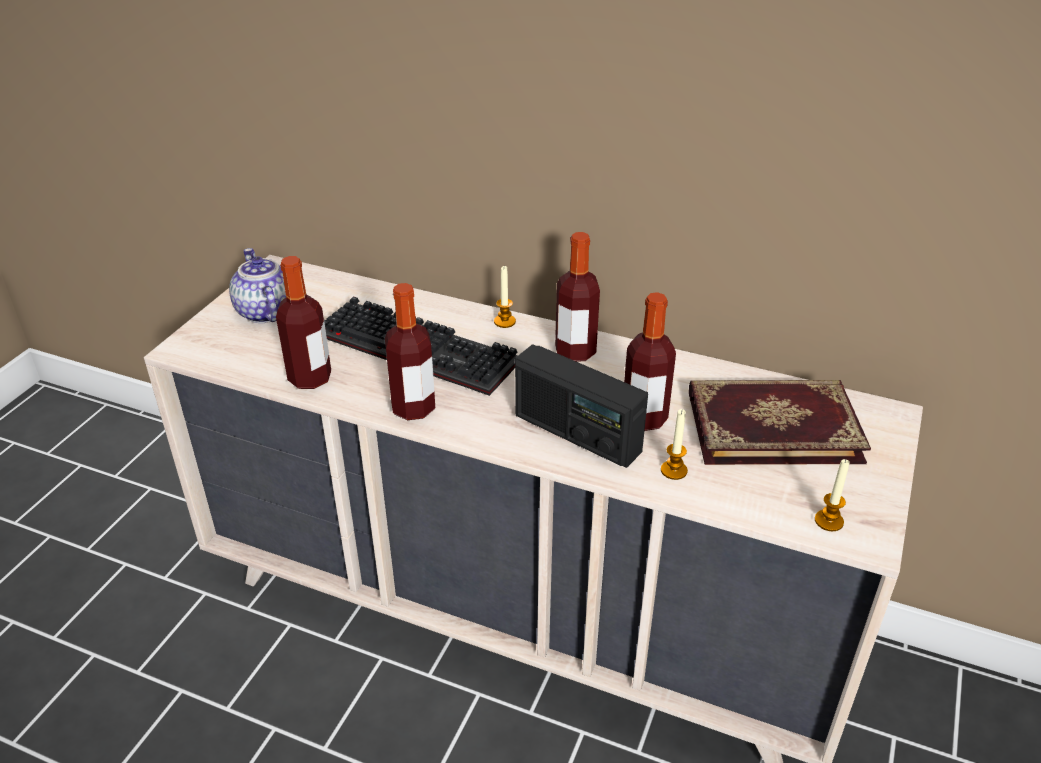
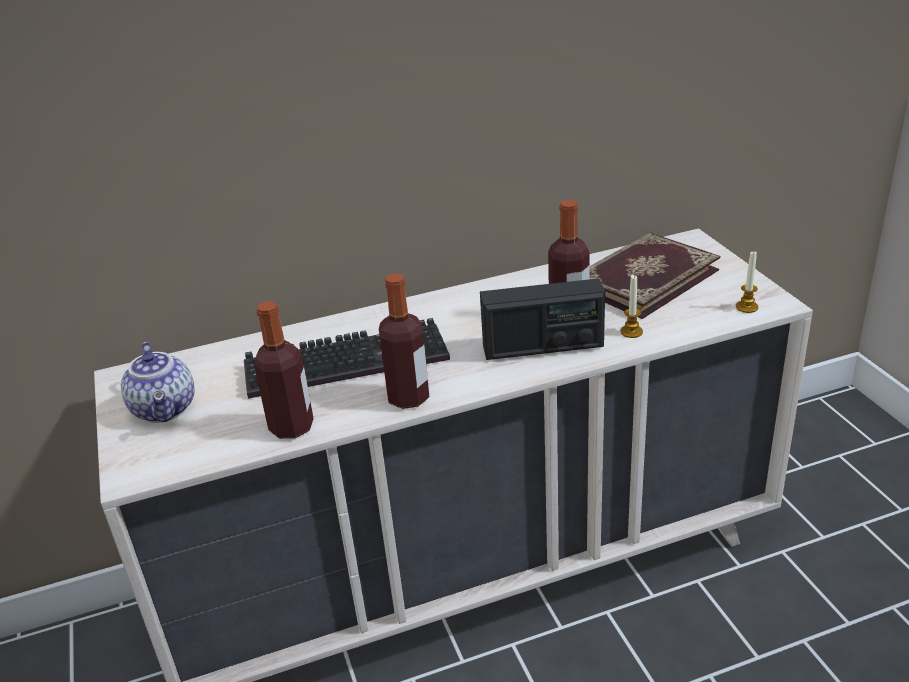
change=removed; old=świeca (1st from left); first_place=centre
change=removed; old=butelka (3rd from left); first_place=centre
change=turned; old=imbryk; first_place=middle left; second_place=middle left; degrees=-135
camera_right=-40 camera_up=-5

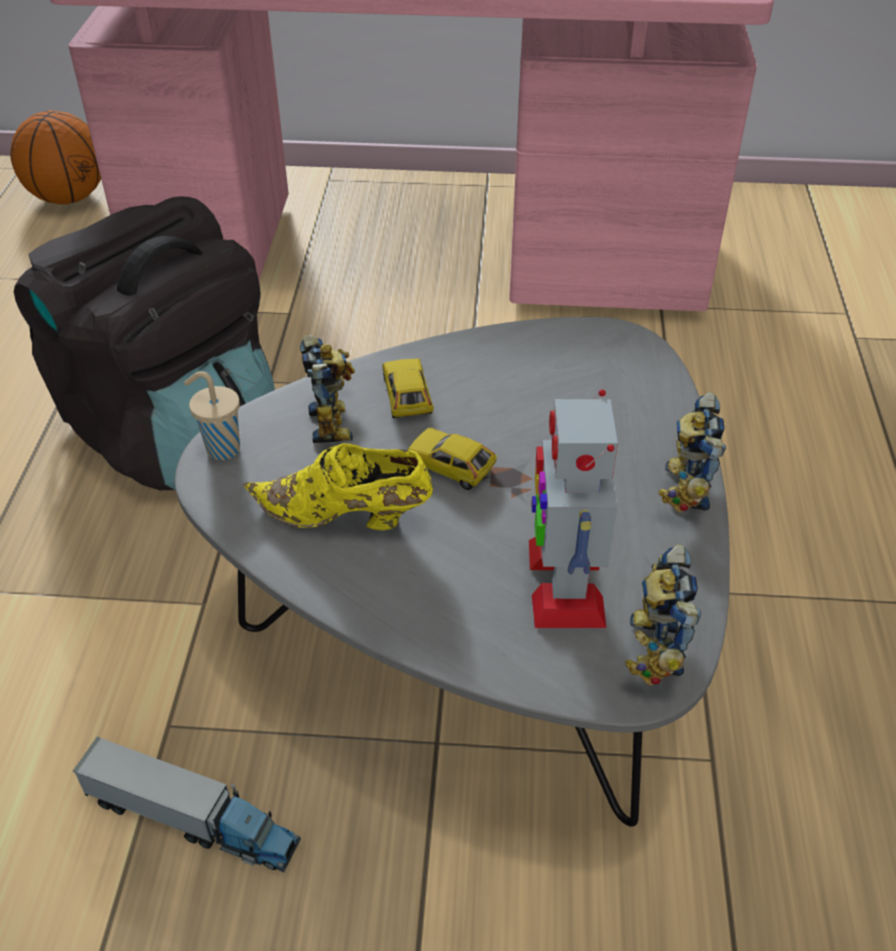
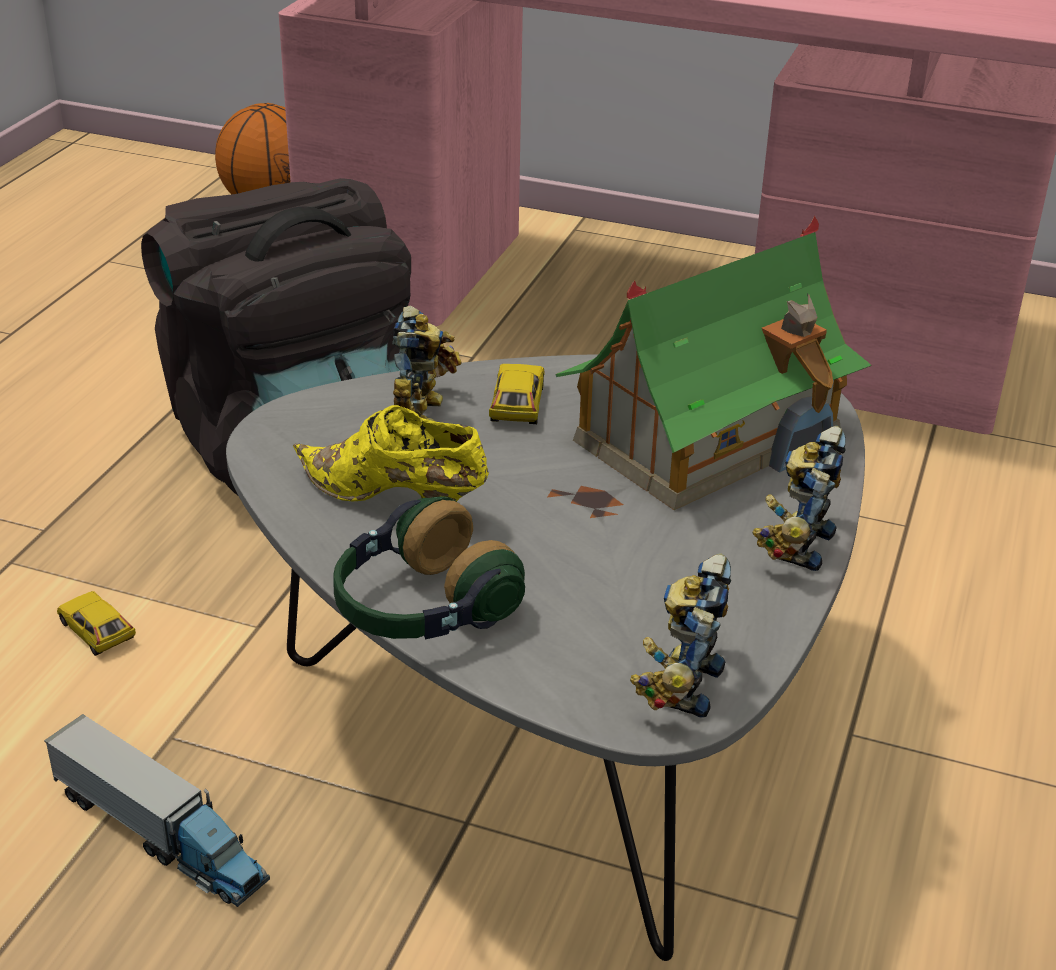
change=removed; old=filiżanka (beżowy); first_place=middle left
change=removed; old=robot zabawkowy (2nd from left); first_place=centre
change=added; new=słuchawki; second_place=centre
change=added; new=domek; second_place=middle right
change=moved; old=samochodzik (2nd from left in the first image); new=samochodzik (1st from left); first_place=centre; second_place=middle left
camera_right=15 camera_up=-10

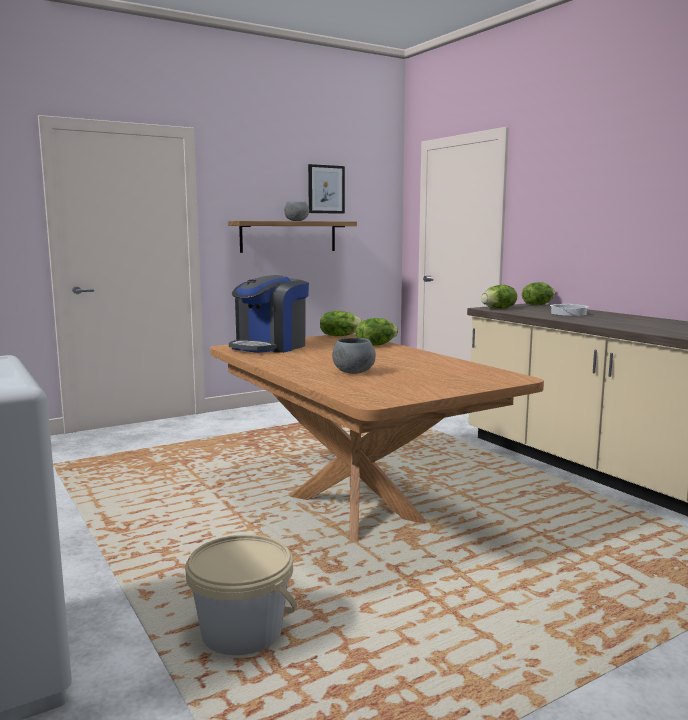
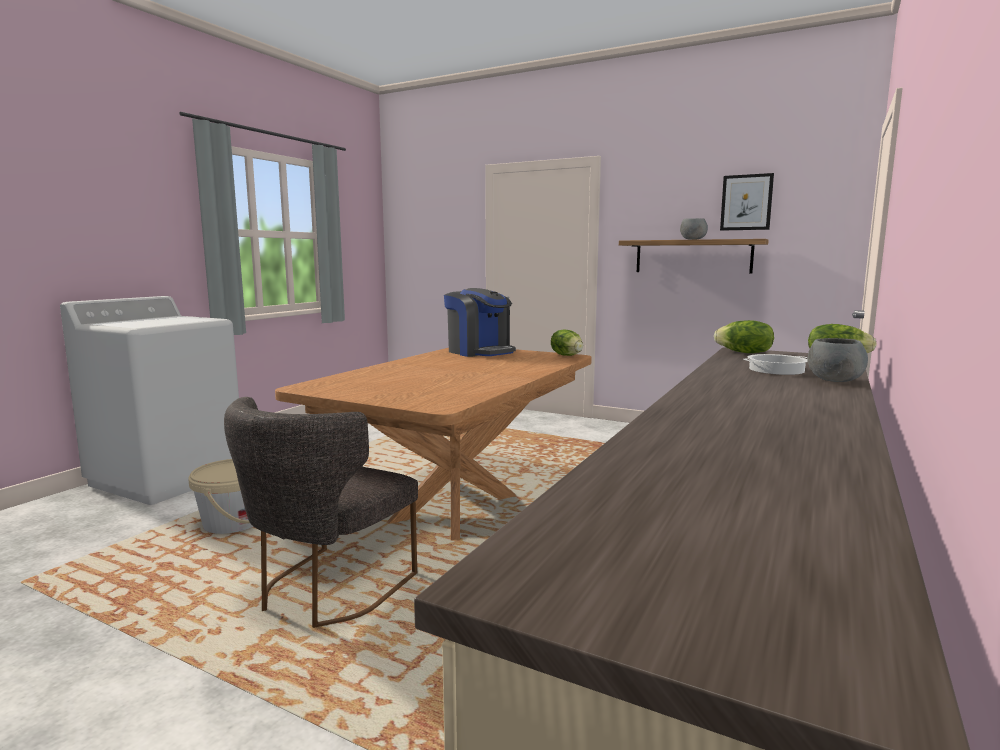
change=removed; old=sałata (2nd from left); first_place=centre
change=added; new=krzesło (szary); second_place=bottom left
change=moved; old=miska (szary) (2nd from left); first_place=centre; second_place=middle right
change=turned; old=ekspres do kawy; first_place=centre; second_place=centre; degrees=-135
camera_right=60 camera_up=0

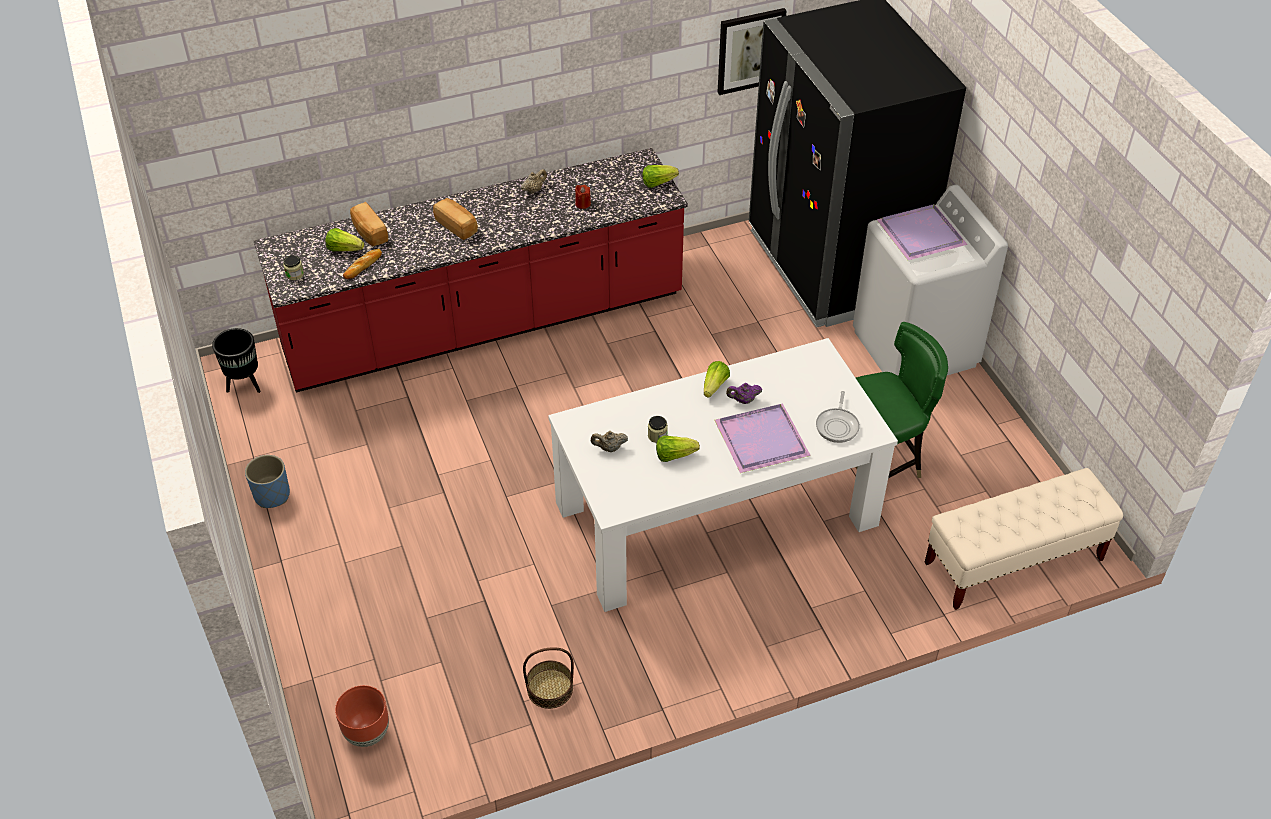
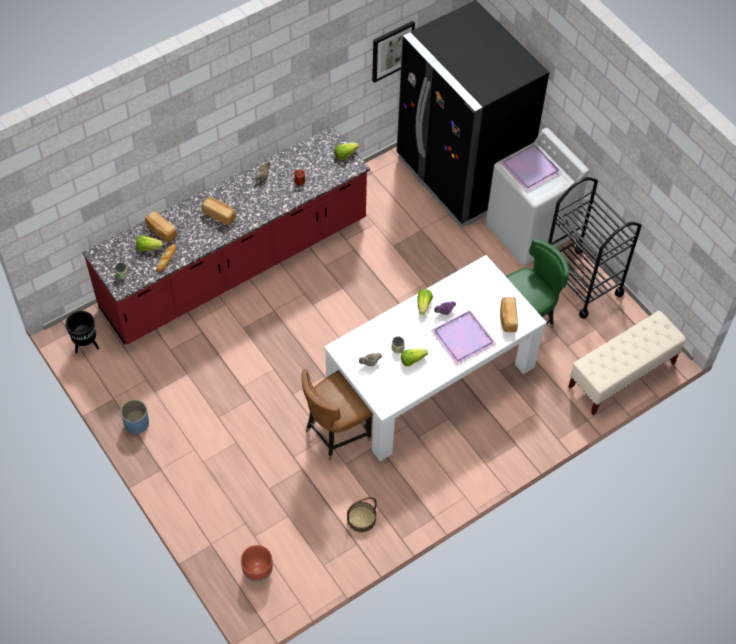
change=added; new=krzesło (brązowy); second_place=centre
change=added; new=wózek (czarny); second_place=middle right
change=replaced; old=patelnia; new=chleb (4th from left); first_place=centre; second_place=middle right
camera_right=-15 camera_up=10

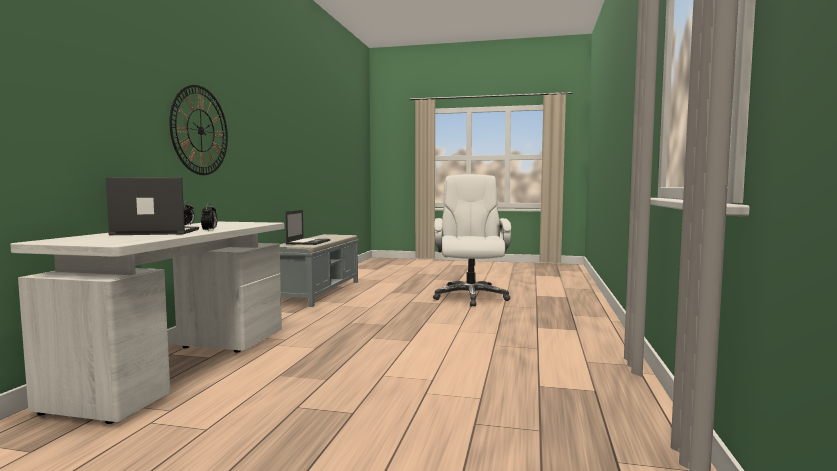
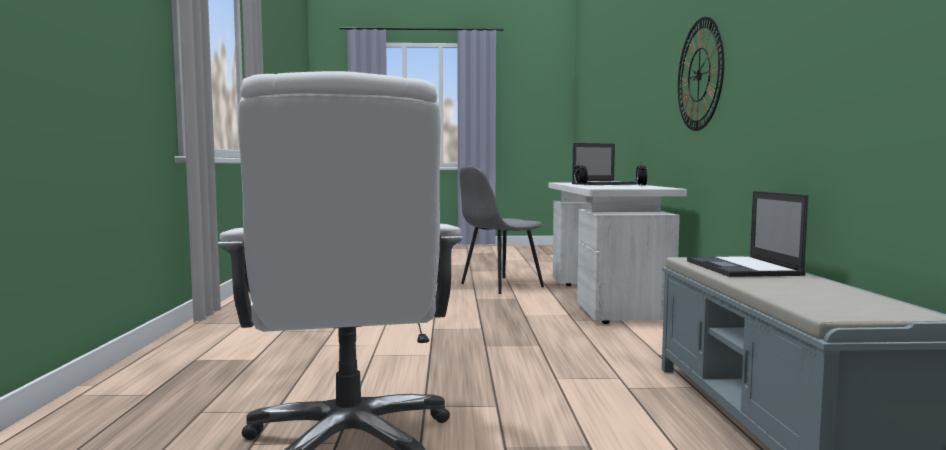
change=added; new=krzesło (szary); second_place=centre
camera_right=165 camera_up=0

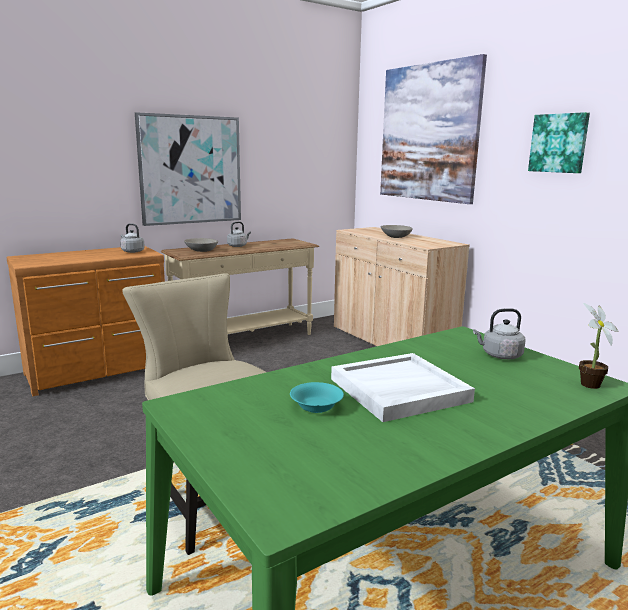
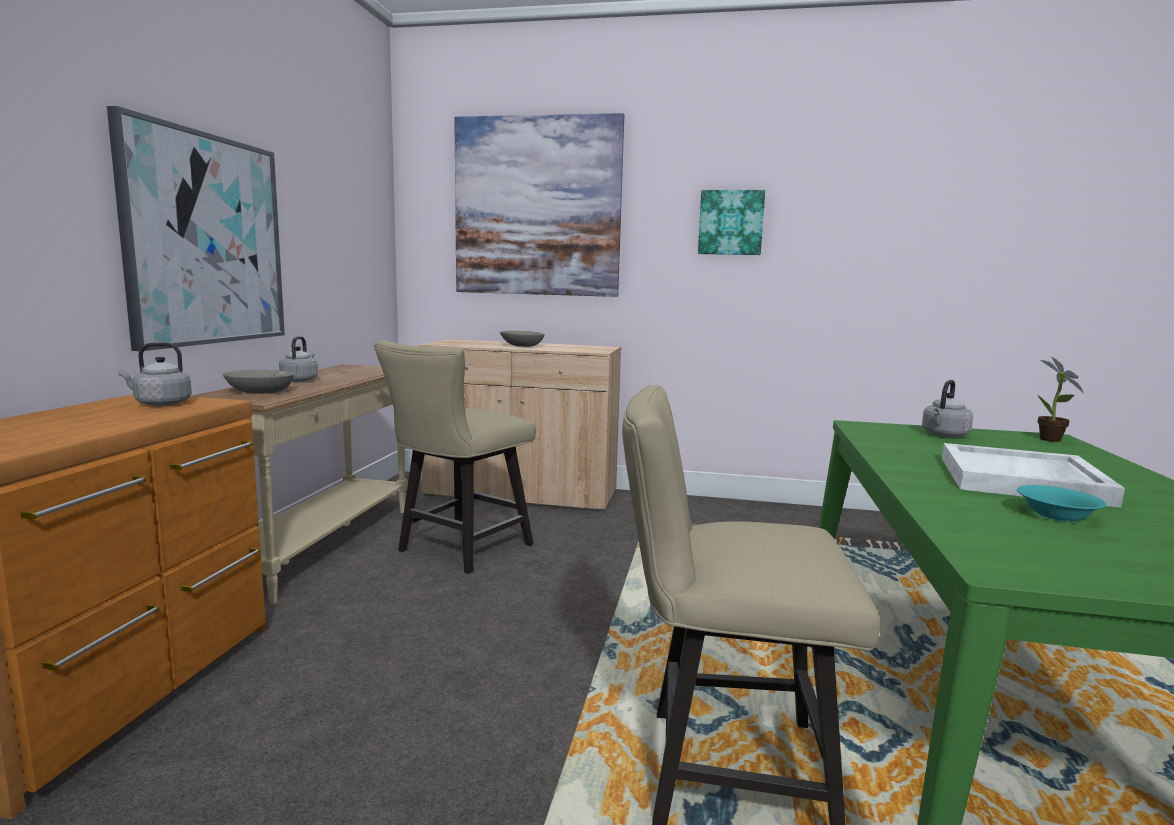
change=added; new=krzesło (beżowy) (1st from left); second_place=centre
camera_right=-45 camera_up=-5

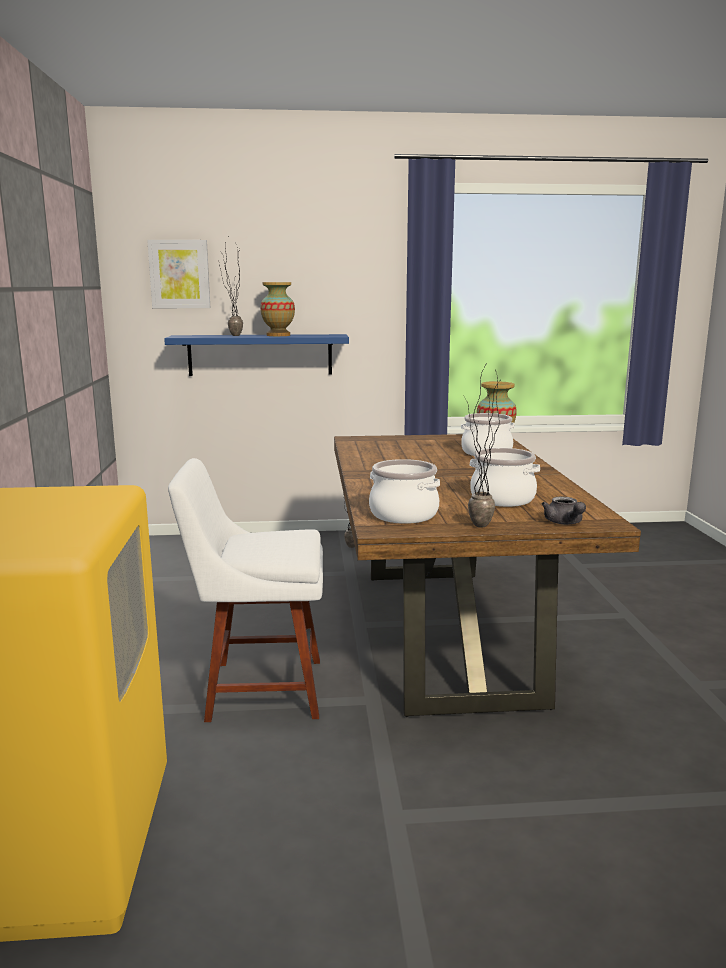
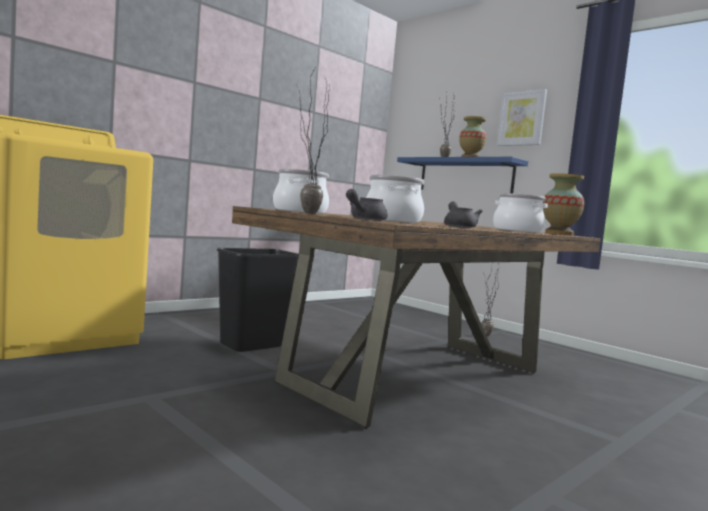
change=added; new=imbryk (szary) (2nd from left); second_place=centre
change=moved; old=obraz; first_place=top left; second_place=top right
change=replaced; old=krzesło (biały); new=kosz na śmieci (czarny); first_place=centre; second_place=centre
camera_right=50 camera_up=-10

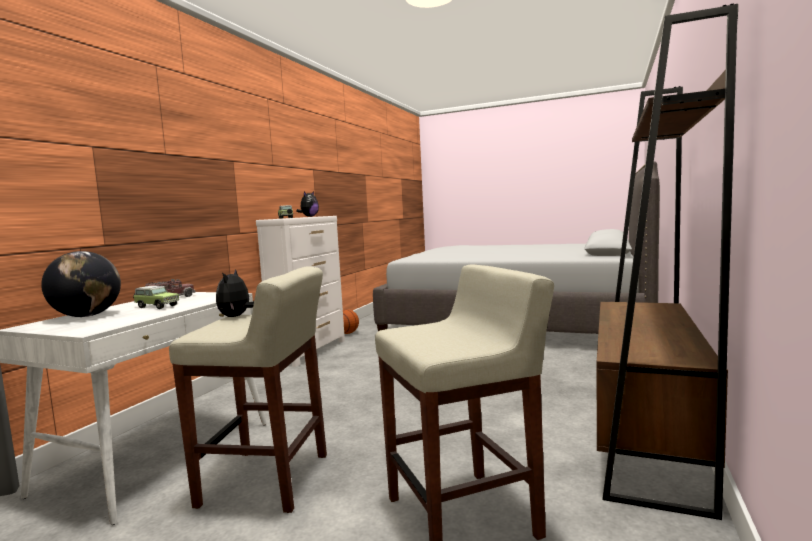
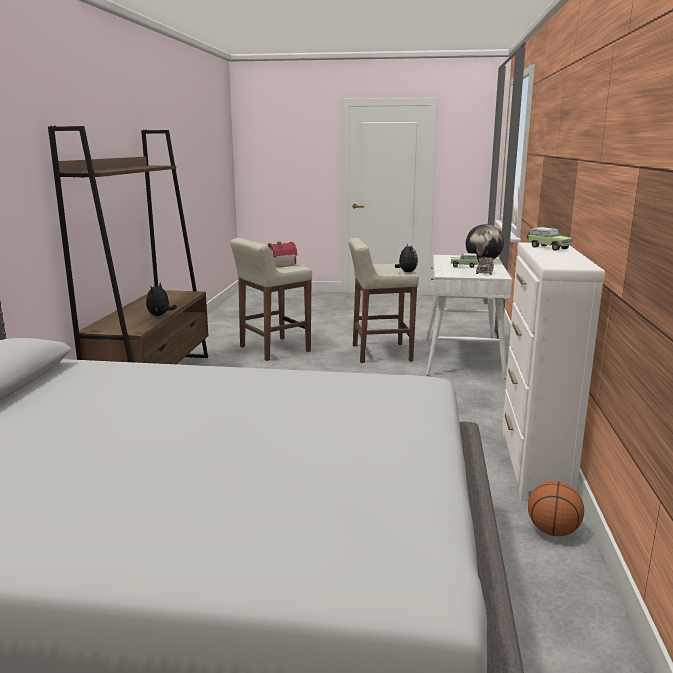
change=added; new=domek; second_place=centre
change=moved; old=pluszak (2nd from left in the first image); new=pluszak (1st from left); first_place=centre; second_place=middle left
camera_right=165 camera_up=10

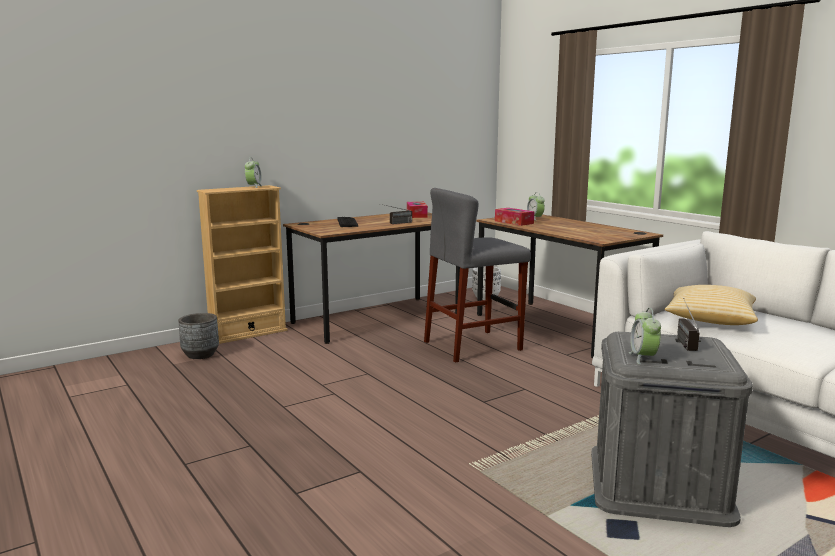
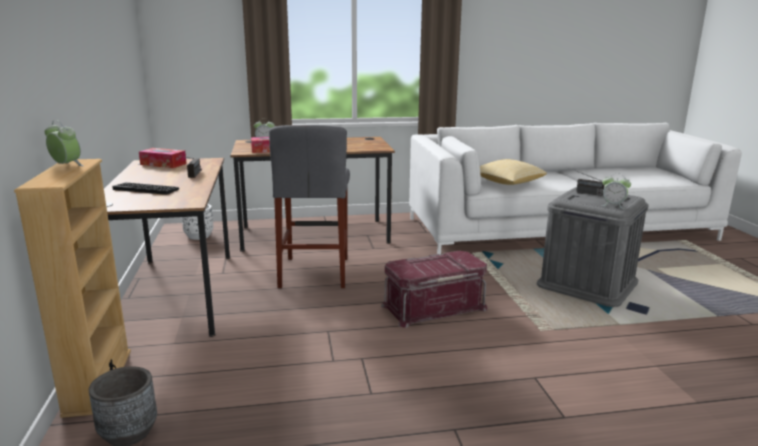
change=added; new=pojemnik do przechowywania (czerwony); second_place=centre
camera_right=-65 camera_up=5

